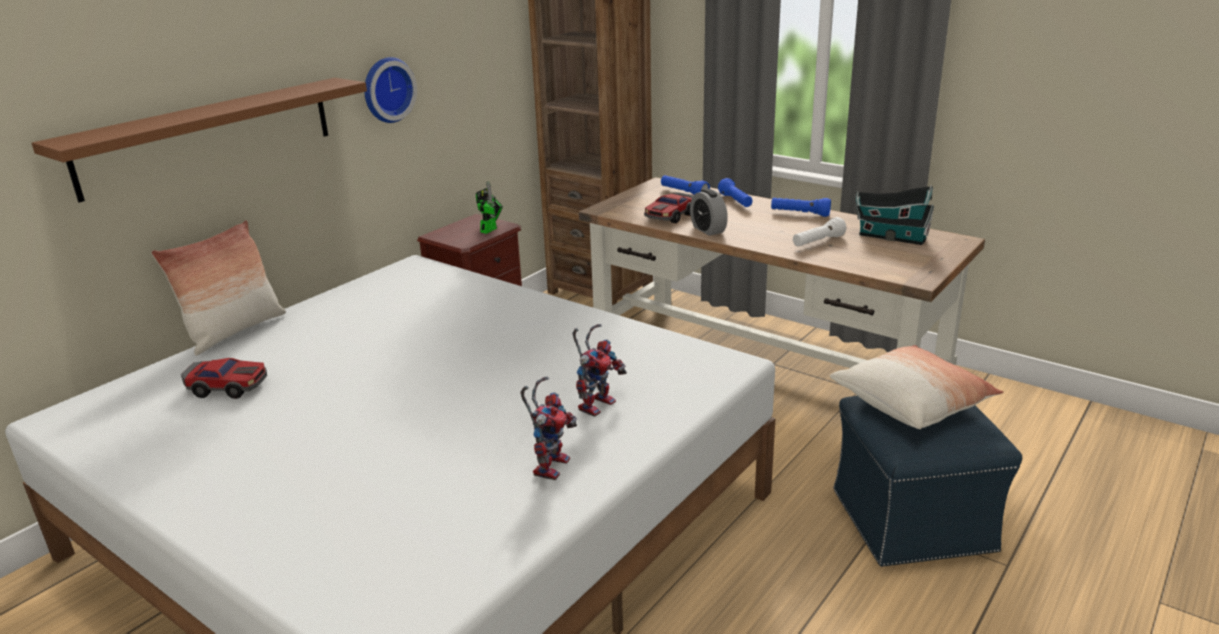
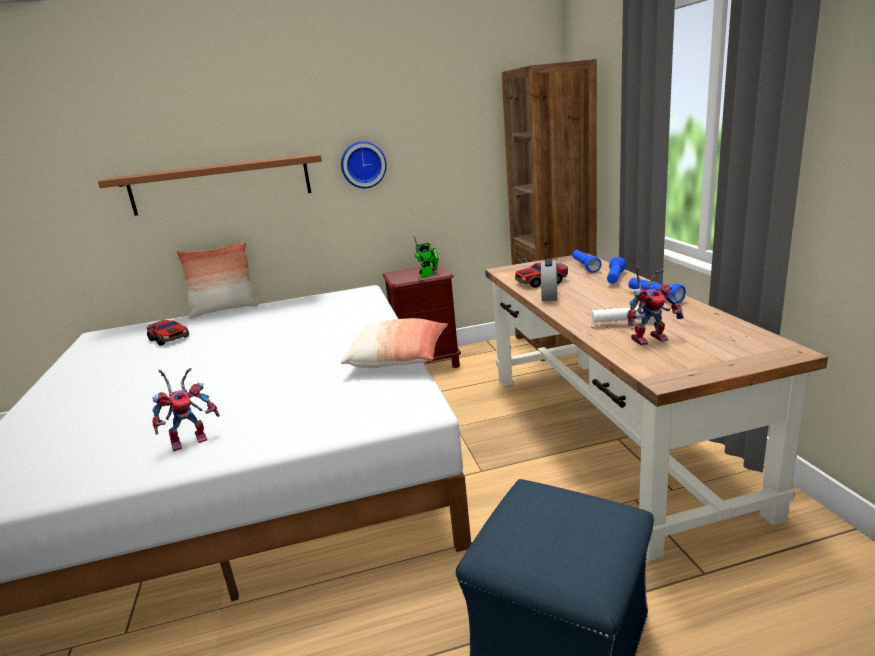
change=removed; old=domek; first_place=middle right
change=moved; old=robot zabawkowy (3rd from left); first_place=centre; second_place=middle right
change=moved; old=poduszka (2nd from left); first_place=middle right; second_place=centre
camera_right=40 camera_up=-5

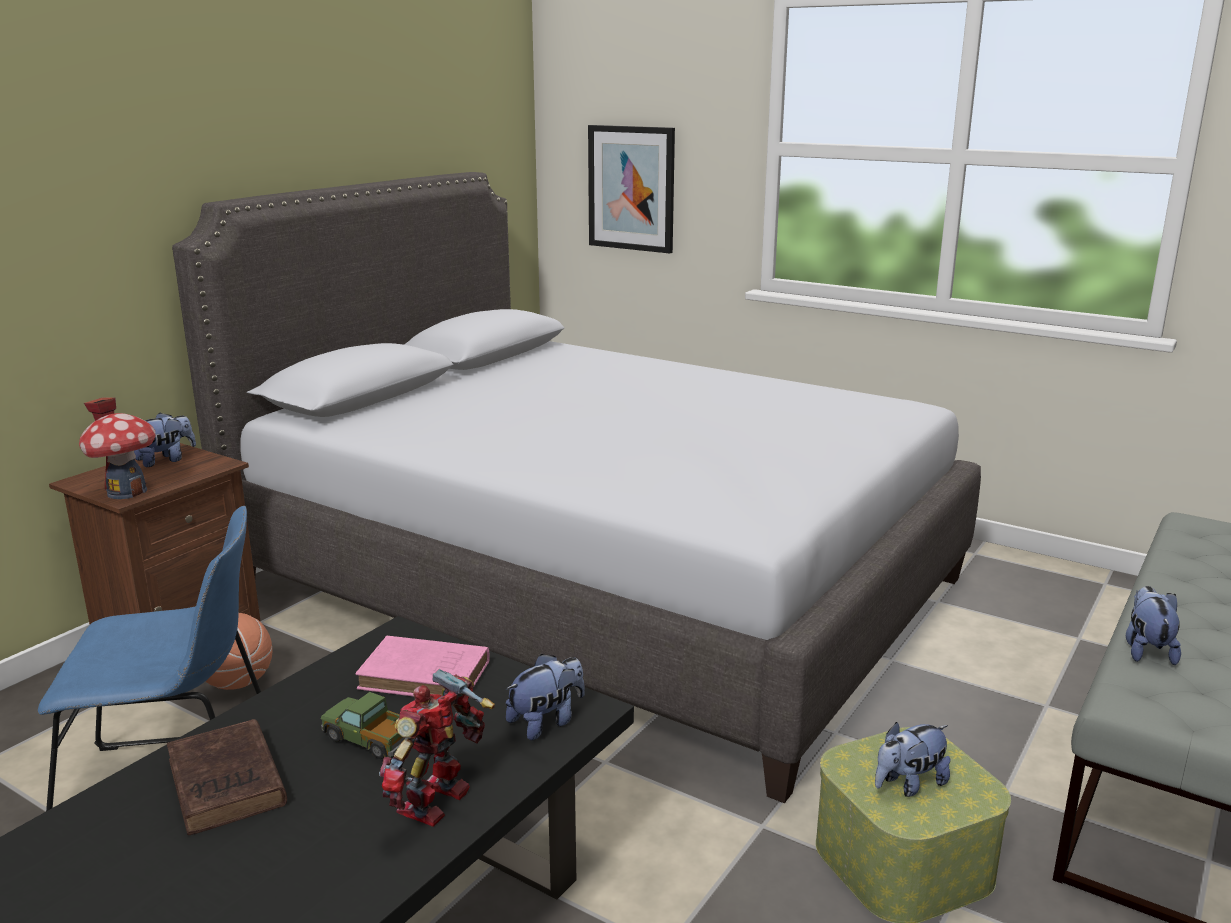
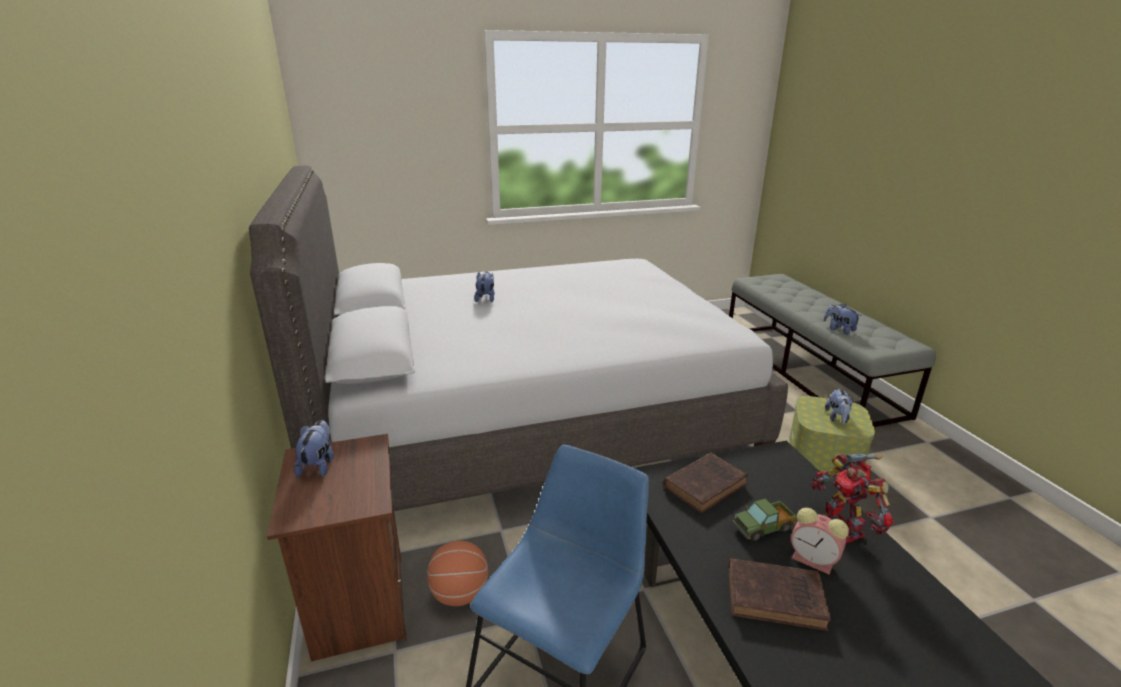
change=removed; old=domek; first_place=middle left
change=removed; old=obraz; first_place=top centre
change=added; new=budzik; second_place=bottom right
change=moved; old=pluszak (2nd from left); first_place=bottom centre; second_place=centre
change=recoloured; old=książka (różowy); new=książka (brązowy) (1st from left); first_place=bottom centre; second_place=bottom centre
camera_right=-50 camera_up=5

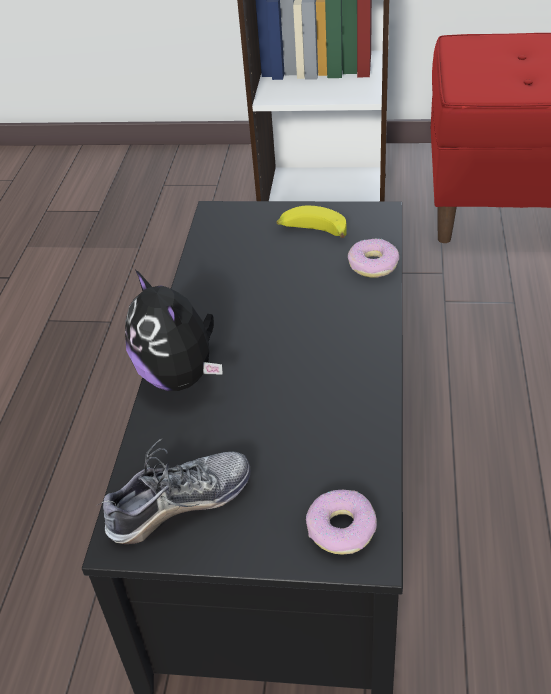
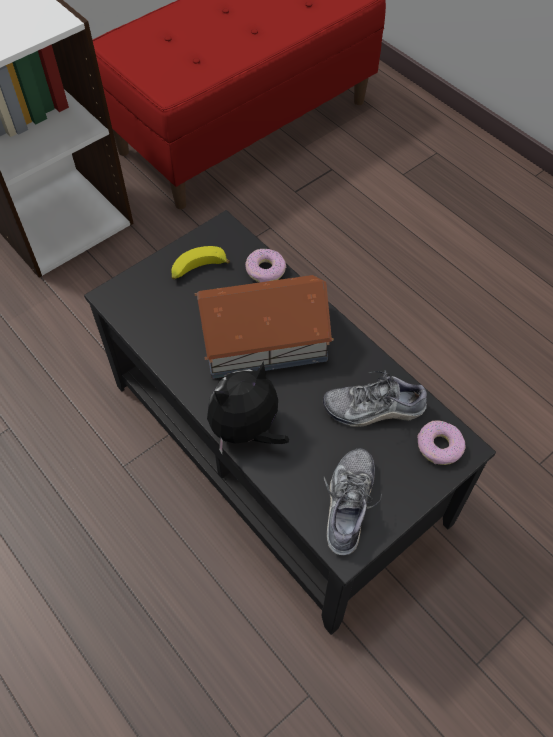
change=added; new=domek; second_place=centre
change=added; new=but (2nd from left); second_place=middle right
change=turned; old=pluszak; first_place=middle left; second_place=centre; degrees=135
camera_right=-50 camera_up=15

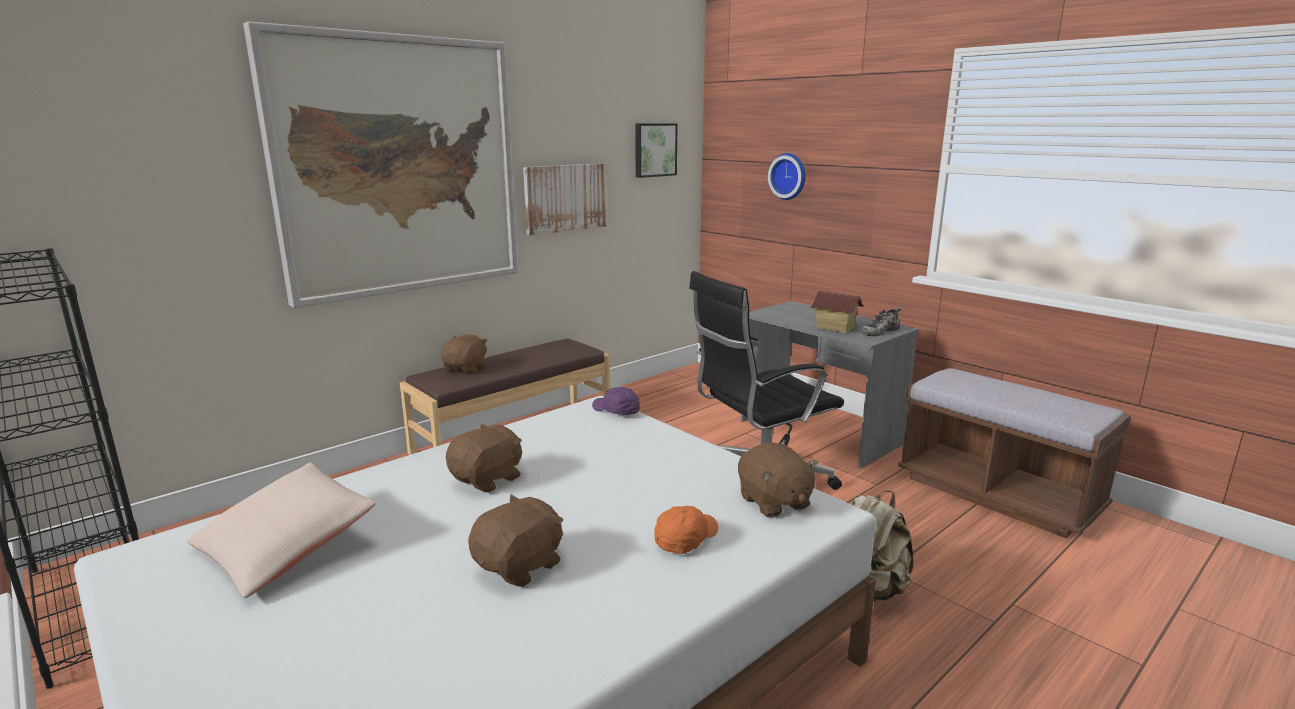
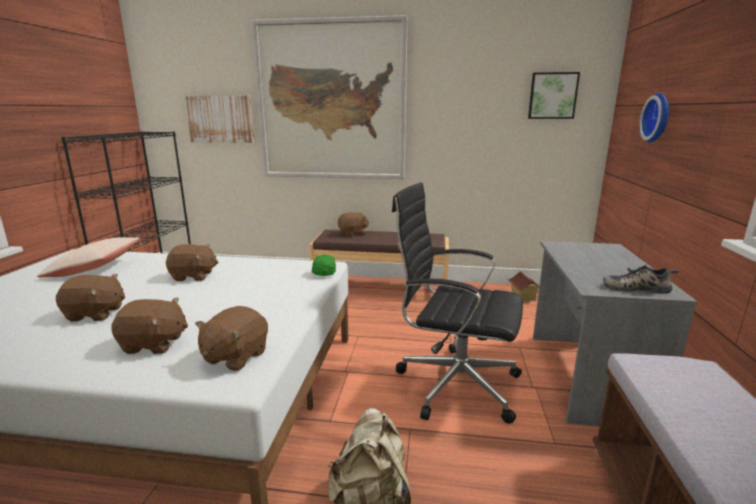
change=moved; old=obraz (2nd from left in the first image); new=obraz (1st from left); first_place=top centre; second_place=top left
change=moved; old=domek; first_place=centre; second_place=middle right
change=replaced; old=czapka z daszkiem (pomarańczowy); new=pluszak (brązowy) (2nd from left); first_place=bottom centre; second_place=middle left
change=recoloured; old=czapka z daszkiem (fioletowy); new=czapka z daszkiem (zielony); first_place=centre; second_place=centre
camera_right=50 camera_up=0

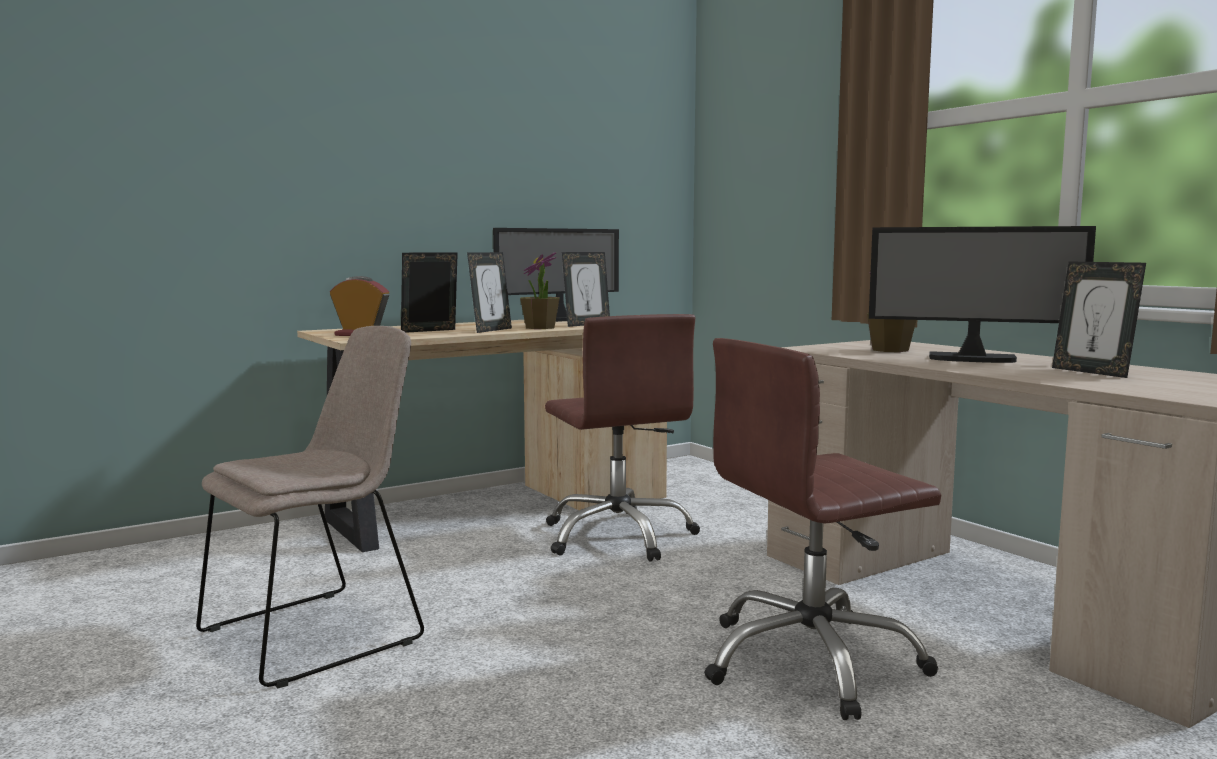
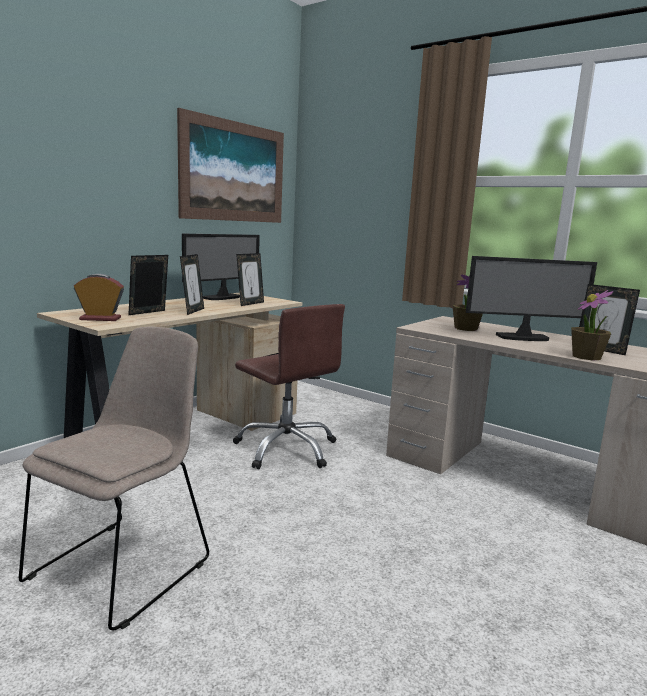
change=removed; old=krzesło biurowe (brązowy) (2nd from left); first_place=bottom right
change=added; new=obraz; second_place=top centre
change=moved; old=roślina doniczkowa (1st from left in the first image); new=roślina doniczkowa (2nd from left); first_place=centre; second_place=middle right
camera_right=-20 camera_up=5

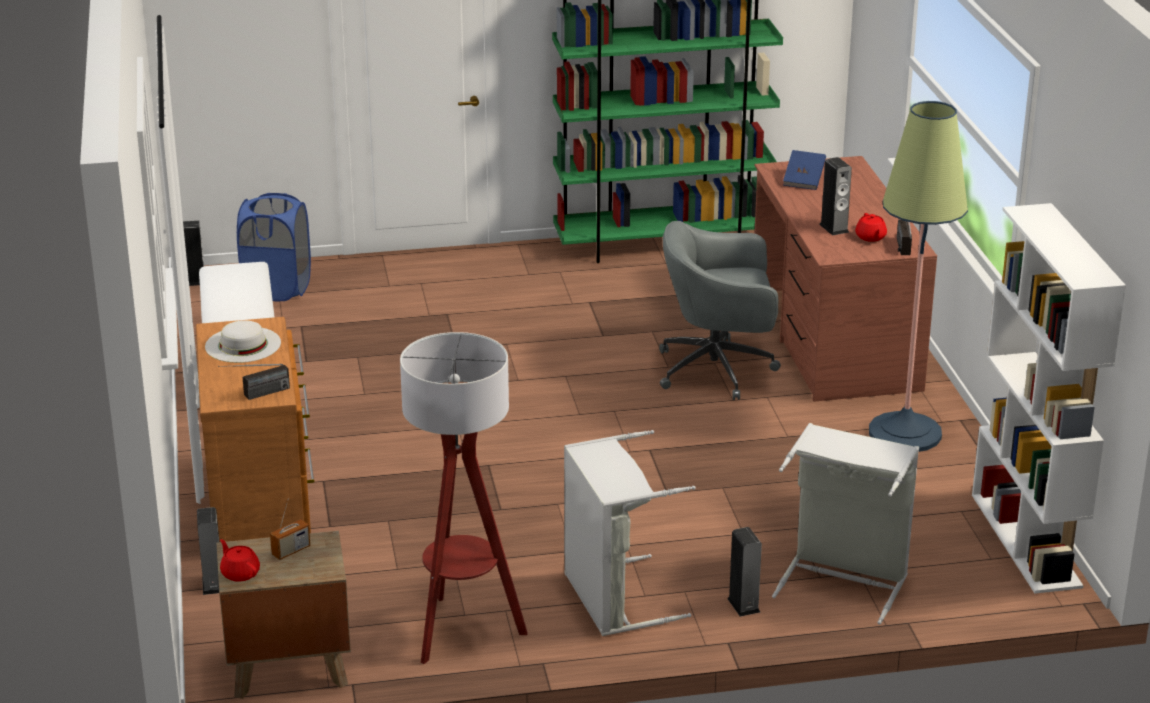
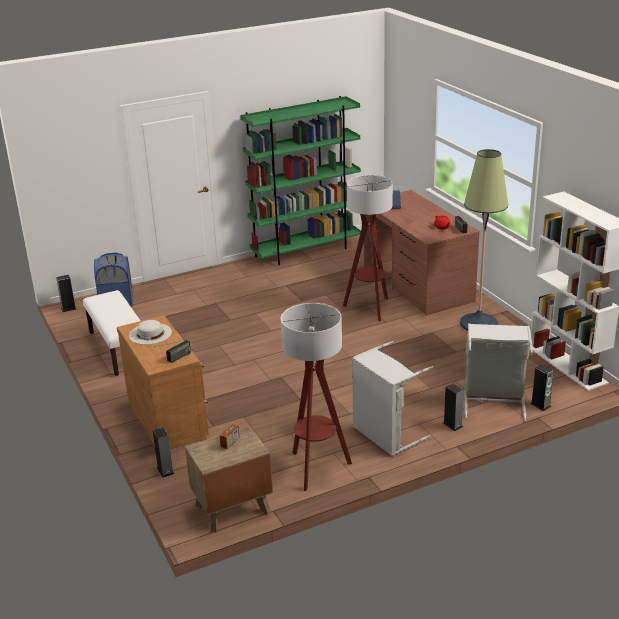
change=removed; old=imbryk (czerwony) (1st from left); first_place=bottom left
change=moved; old=głośnik (4th from left); first_place=top right; second_place=middle right
change=replaced; old=krzesło biurowe (szary); new=lampa stojąca (2nd from left); first_place=centre; second_place=centre
camera_right=-15 camera_up=0

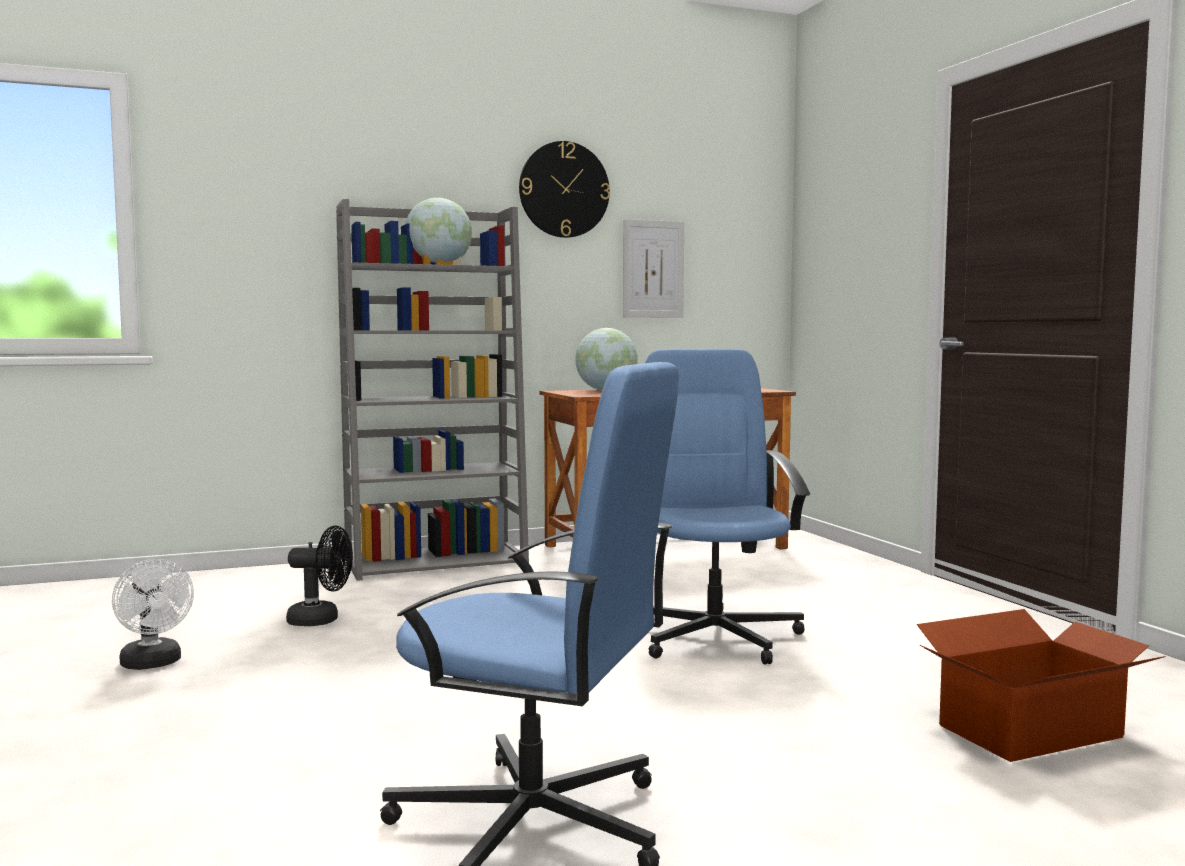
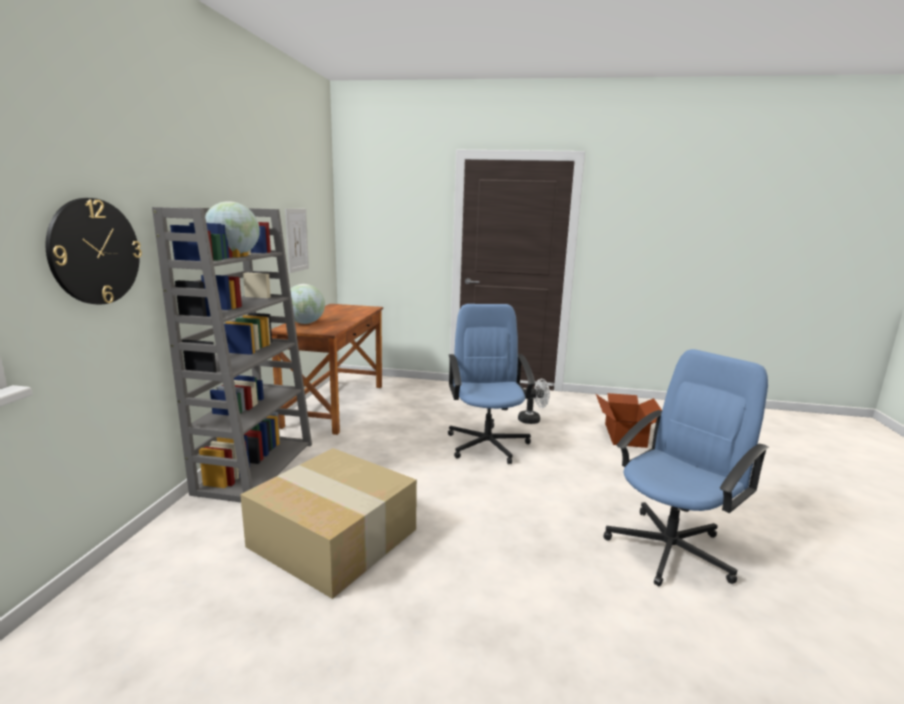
change=moved; old=wentylator (biały); first_place=bottom left; second_place=centre
change=moved; old=zegar ścienny; first_place=top centre; second_place=middle left
change=replaced; old=wentylator (czarny); new=karton (1st from left); first_place=middle left; second_place=bottom centre
change=turned; old=krzesło biurowe (niebieski) (2nd from left in the first image); first_place=centre; second_place=centre; degrees=60
camera_right=-60 camera_up=10

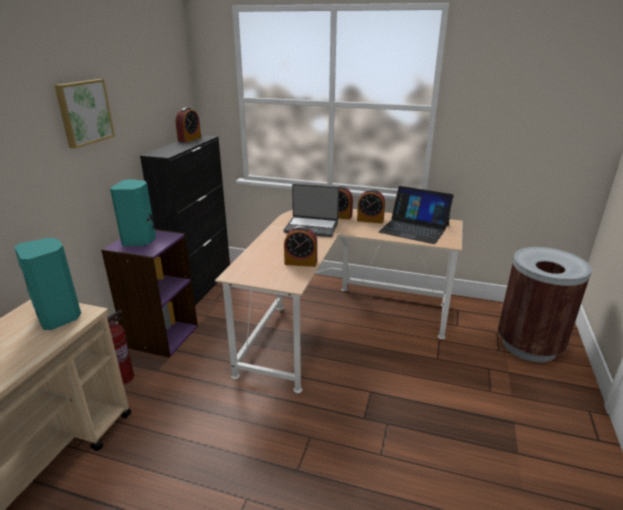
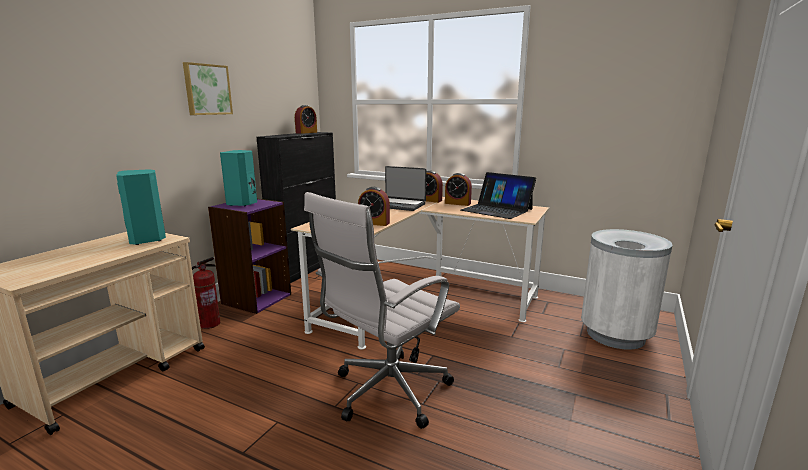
change=added; new=krzesło biurowe (biały); second_place=centre
change=recoloured; old=kosz na śmieci (brązowy); new=kosz na śmieci (biały); first_place=middle right; second_place=middle right
camera_right=10 camera_up=-10

